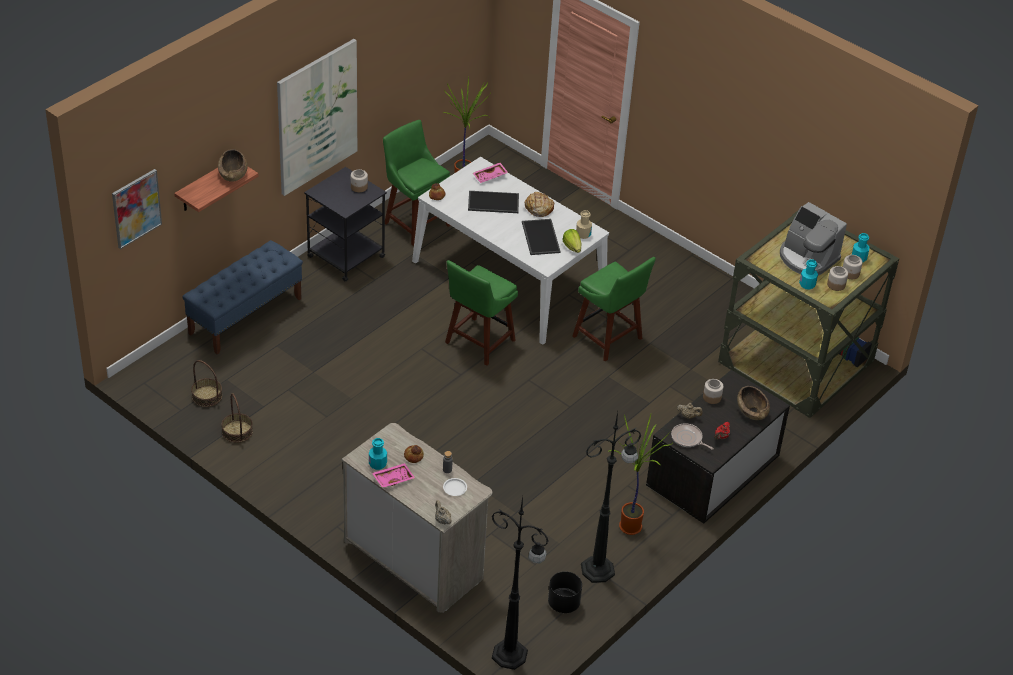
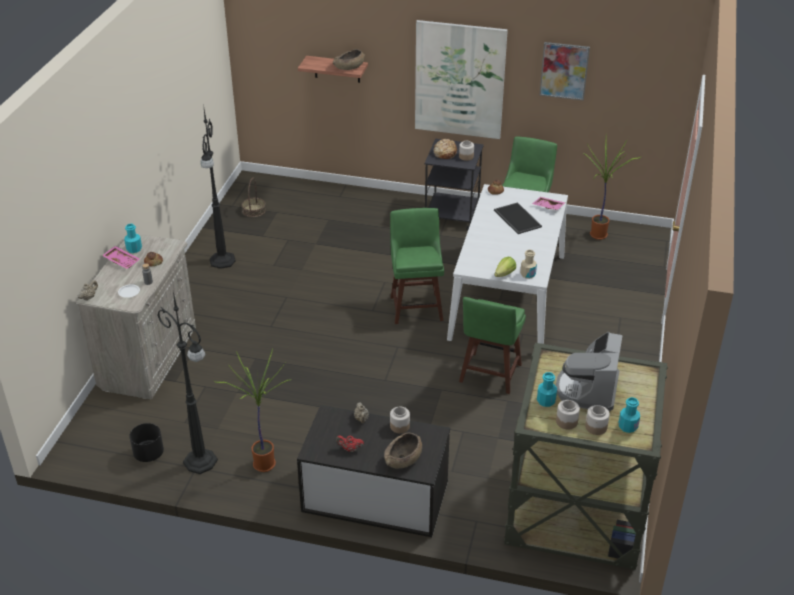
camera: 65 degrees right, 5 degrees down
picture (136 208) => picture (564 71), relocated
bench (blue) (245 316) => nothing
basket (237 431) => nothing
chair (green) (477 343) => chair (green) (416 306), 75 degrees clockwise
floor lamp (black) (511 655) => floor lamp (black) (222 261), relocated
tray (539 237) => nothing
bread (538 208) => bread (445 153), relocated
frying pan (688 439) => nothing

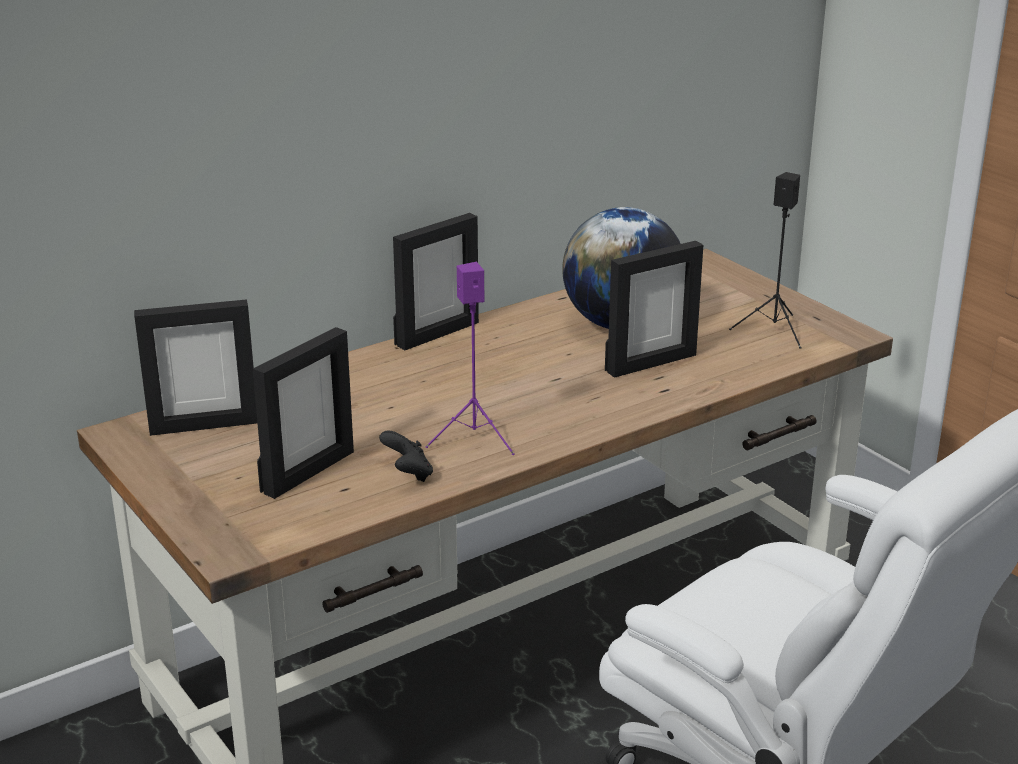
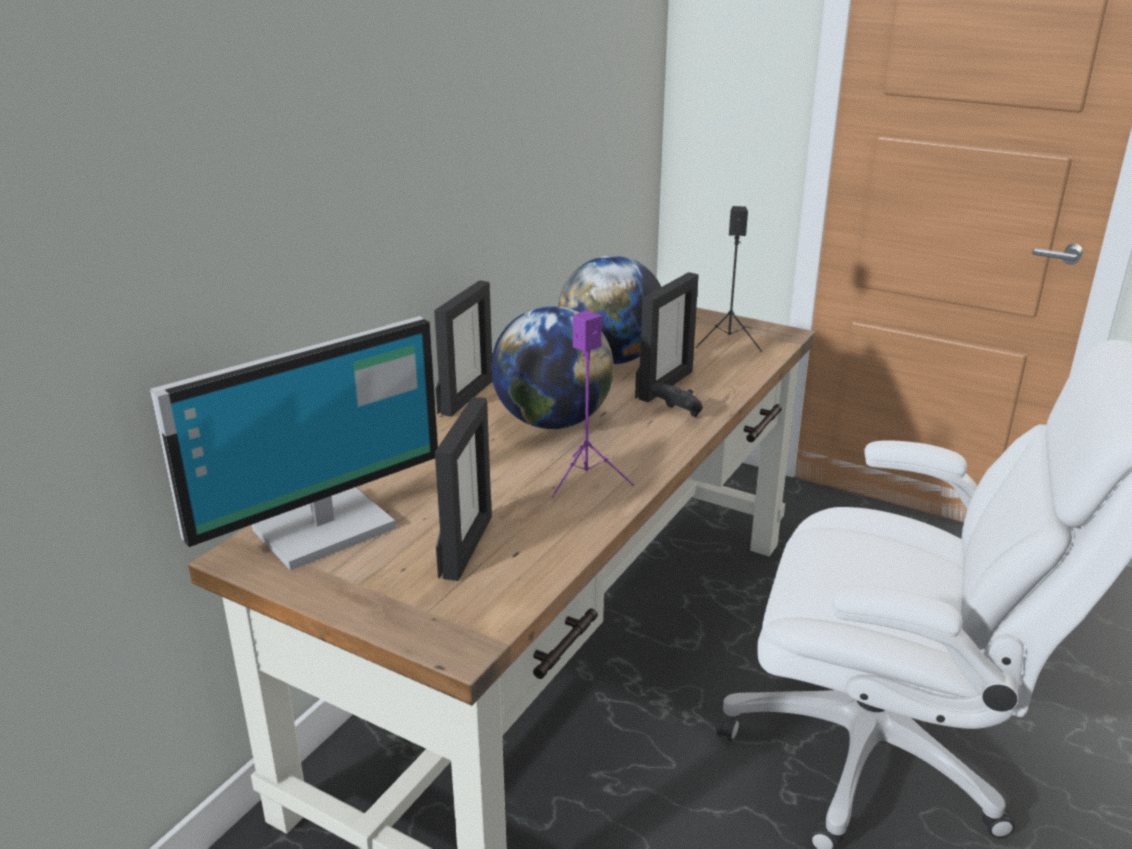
camera: 25 degrees left, 0 degrees up
picture frame (204 425) => monitor (321 526)
game controller (black) (408 474) => game controller (black) (678 414), relocated
nothing => globe (552 422)

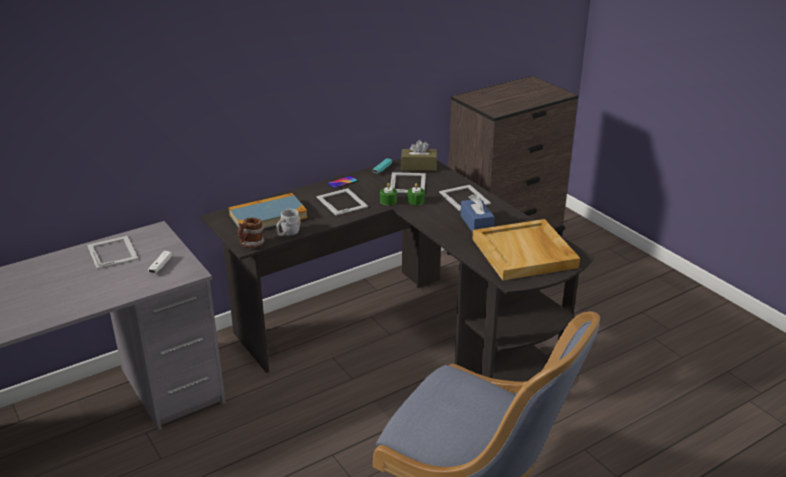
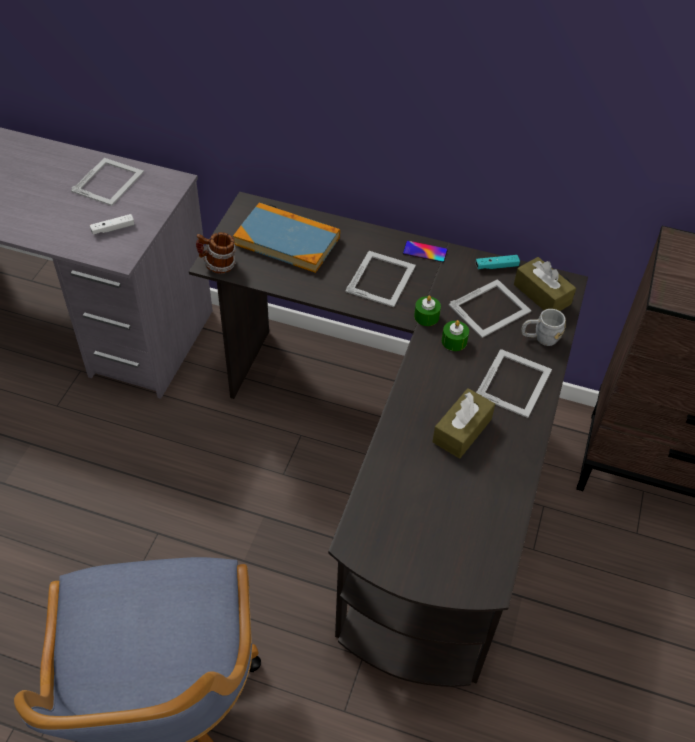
camera: 50 degrees right, 20 degrees up
mug (grey) (287 233) => mug (grey) (540 338), relocated
tissue box (blue) (476 223) => tissue box (brown) (462 430)
tray (beige) (525 253) => nothing

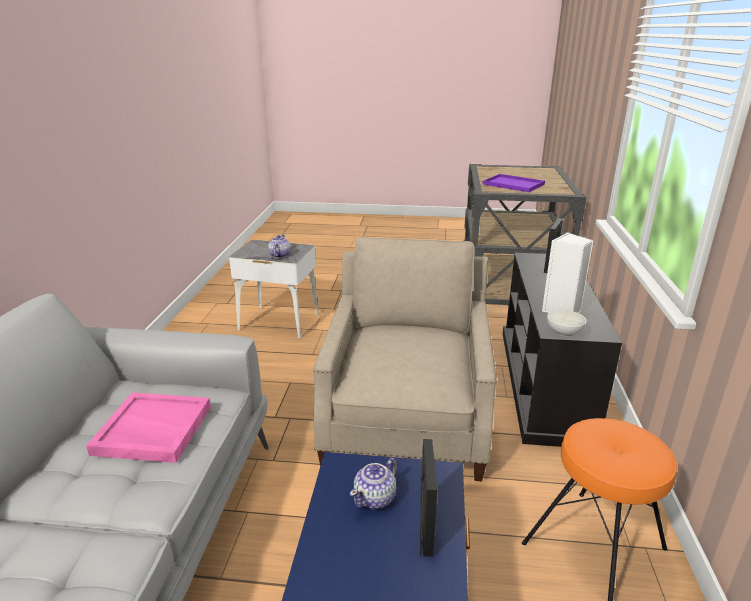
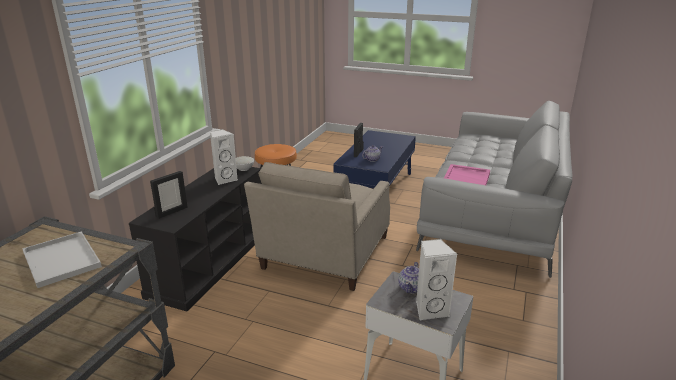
camera: 165 degrees left, 0 degrees up
tray (purple) (512 184) => tray (white) (63 260)
nothing => speaker (white) (430 310)

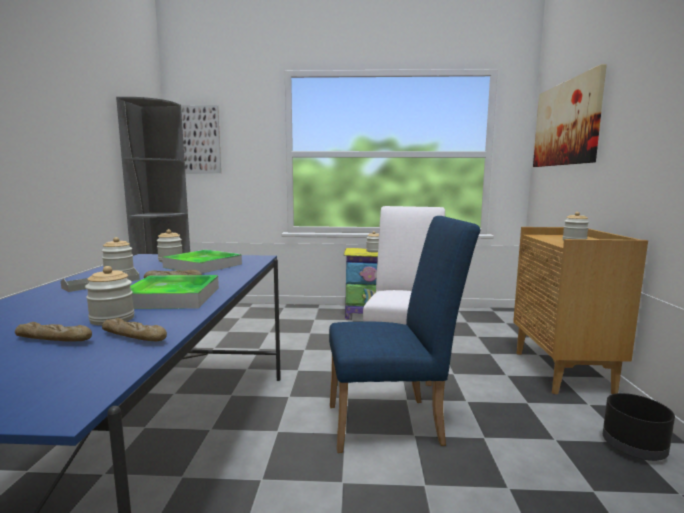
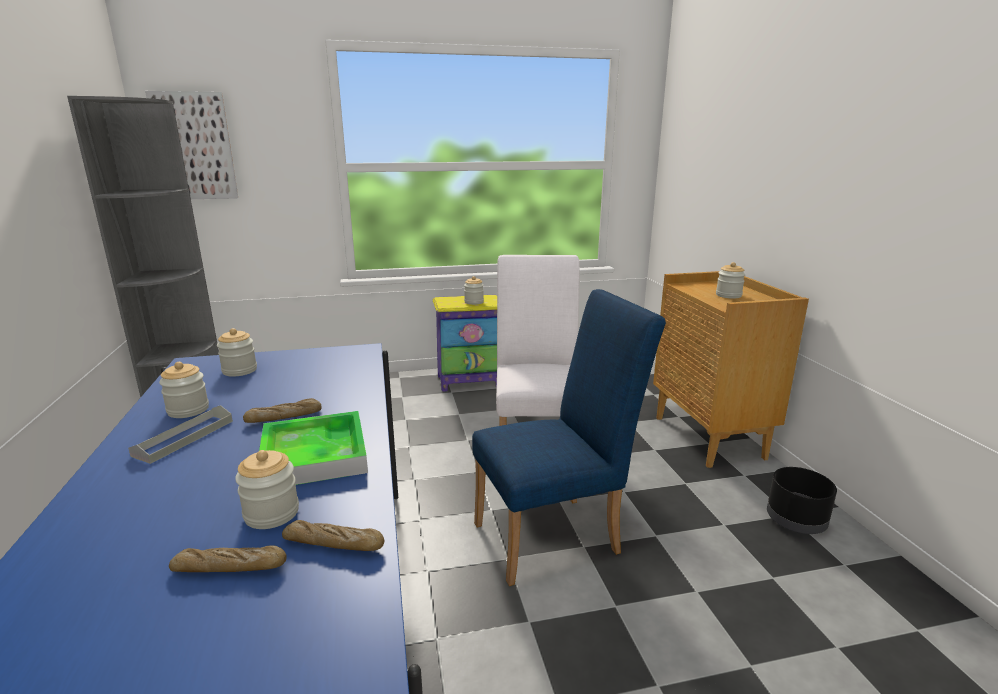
camera: 15 degrees left, 10 degrees up
tray (203 266) => nothing
picture (566 123) => nothing

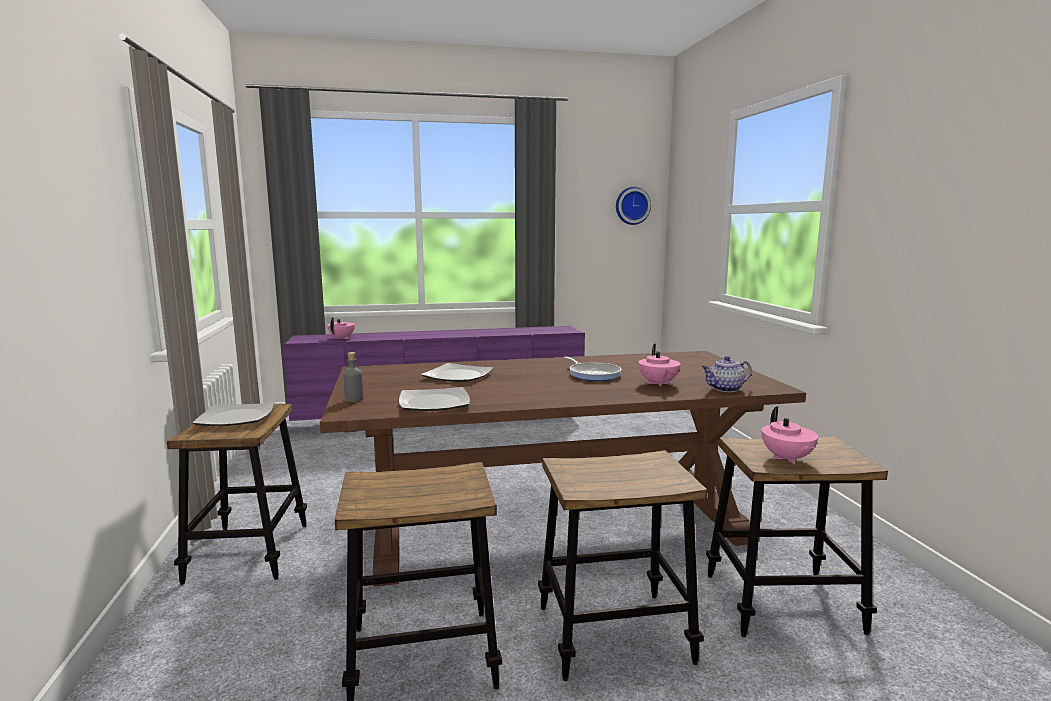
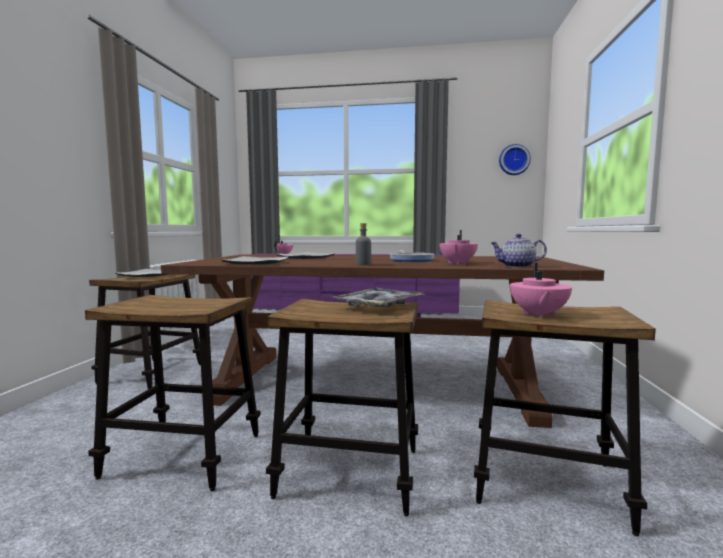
camera: 20 degrees right, 5 degrees down
bottle (grey) (354 399) => bottle (grey) (363 264), relocated
nothing => tray (378 305)

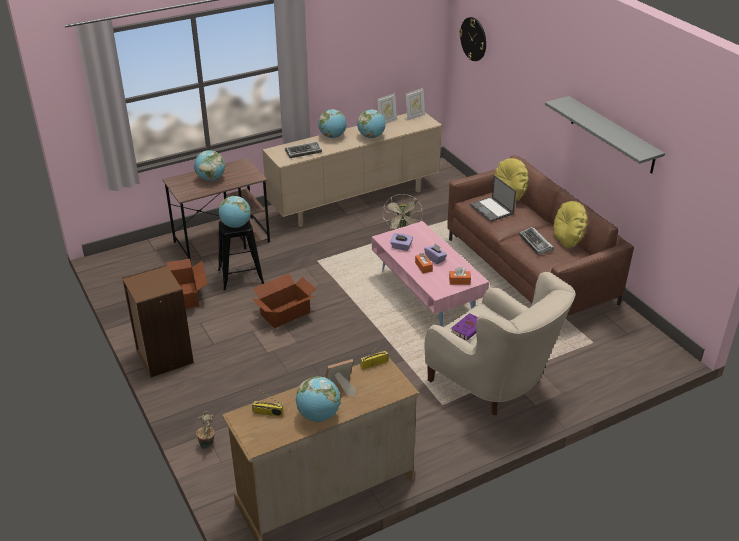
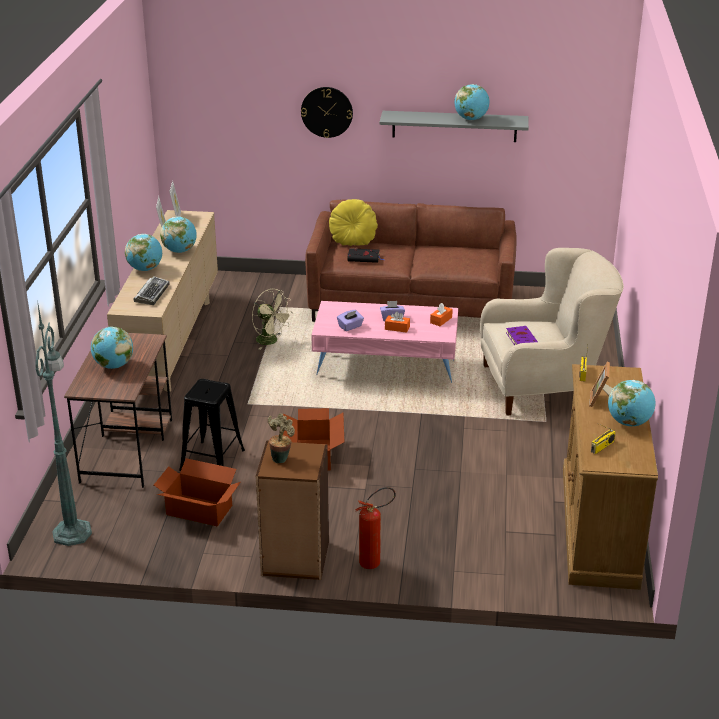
camera: 55 degrees left, 5 degrees down
potted plant (208 444) => potted plant (281 458), relocated
globe (236 225) => globe (471 119), relocated
wall clock (473 39) => wall clock (327 112), relocated
laptop (492 209) => book (black) (364 258)
keyboard (536 244) => nothing
pillow (yellow) (567 241) => nothing
nothing => floor lamp (green) (73 531)
nothing => fire extinguisher (375 562)

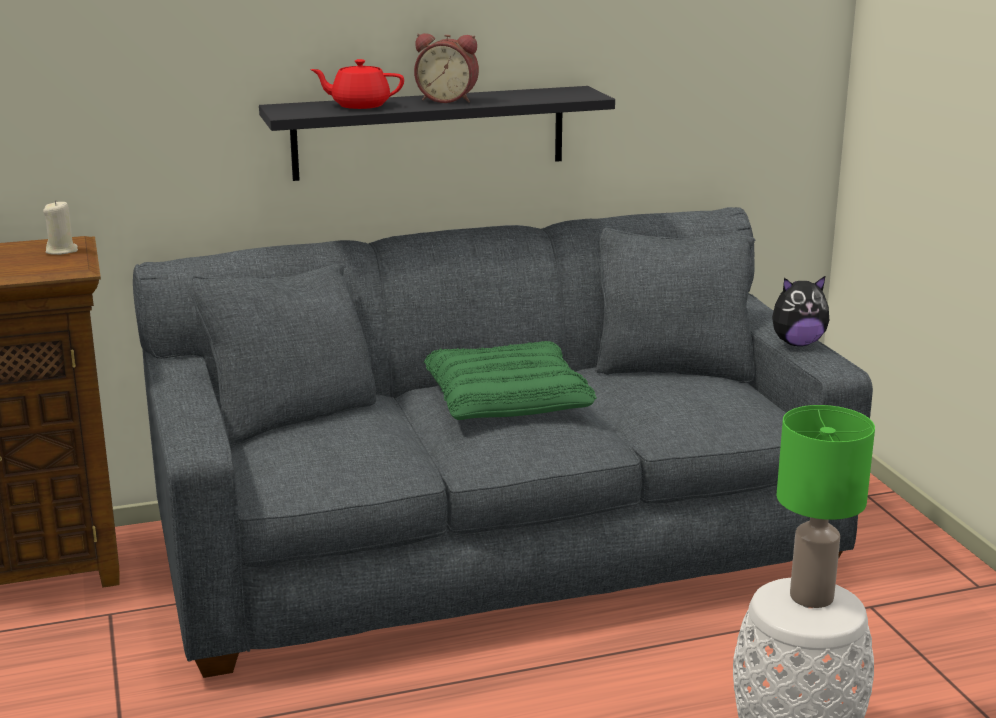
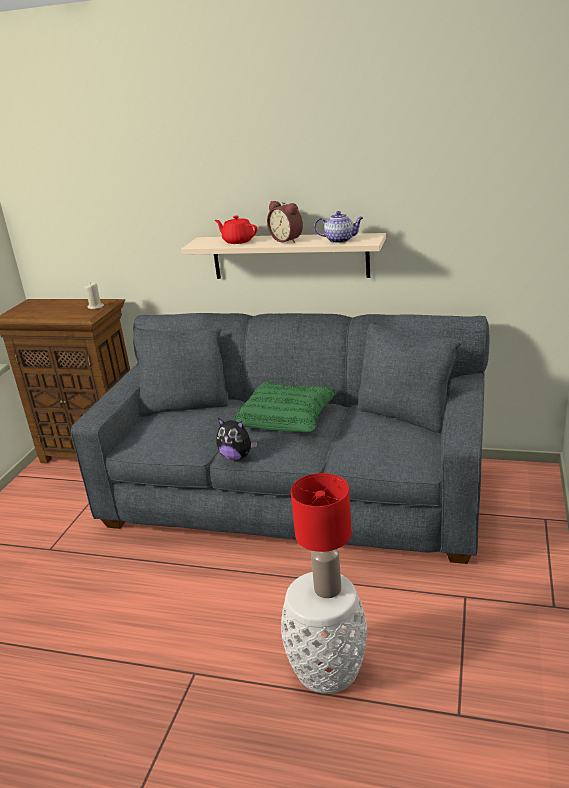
camera: 35 degrees right, 5 degrees up
shelf (black) (429 132) => shelf (beige) (289 256)
plush toy (797 343) => plush toy (237 457), relocated
table lamp (green) (810 597) => table lamp (red) (326 589)
nothing => teapot (340 240)

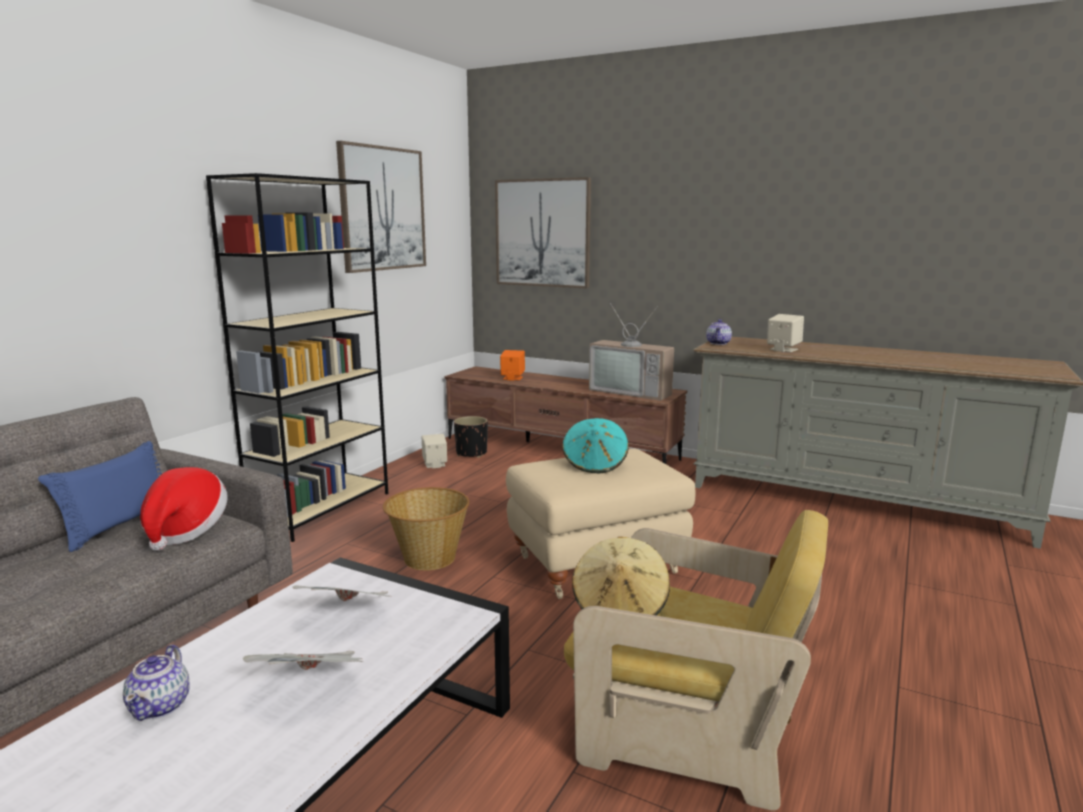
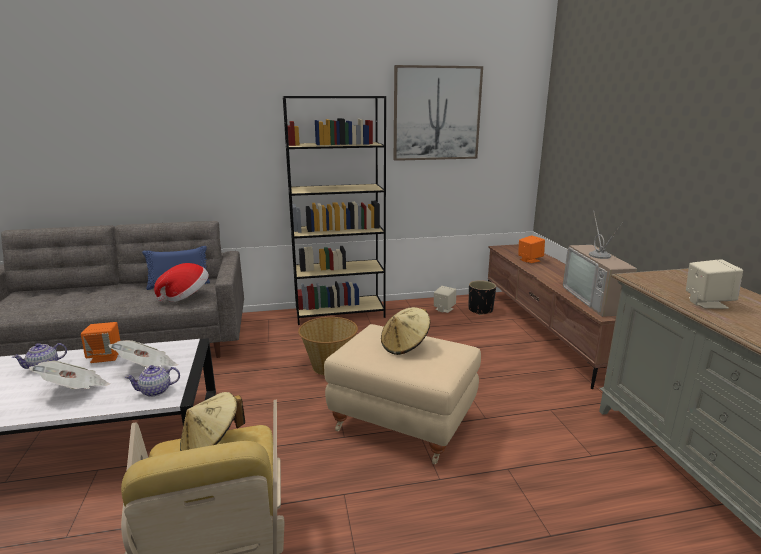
camera: 50 degrees right, 5 degrees up
picture (542 233) => nothing
hat (turquoise) (595 464) => hat (beige) (405 345)
teapot (718 343) => teapot (156 391), relocated
nothing => speaker (orange) (105 356)

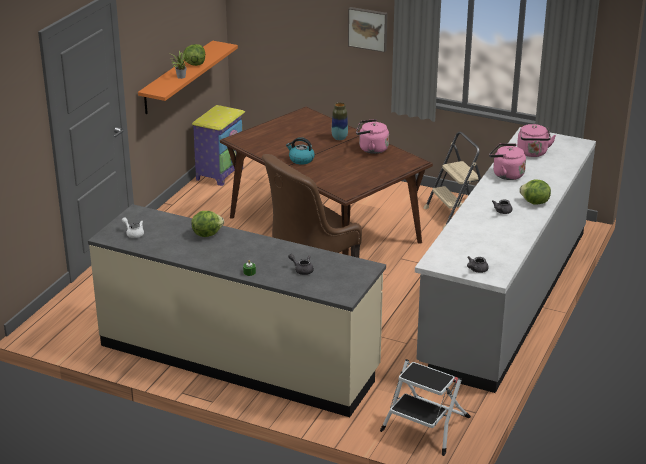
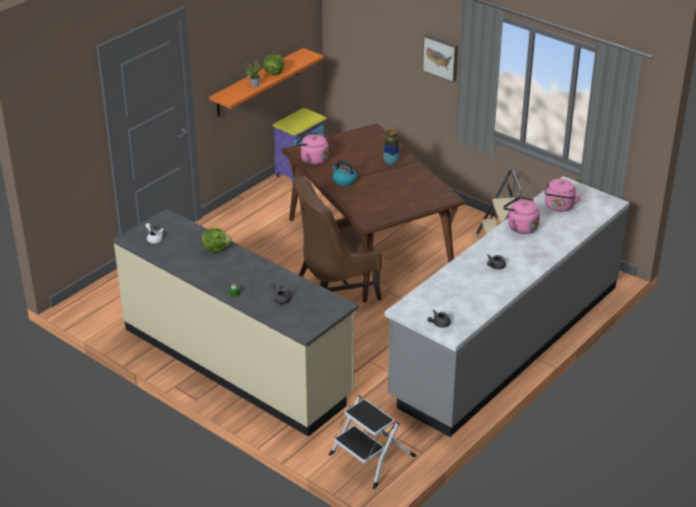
camera: 15 degrees right, 5 degrees up
kettle (pink) (371 149) => kettle (pink) (312 160), relocated
lettuce (534 203) => nothing

